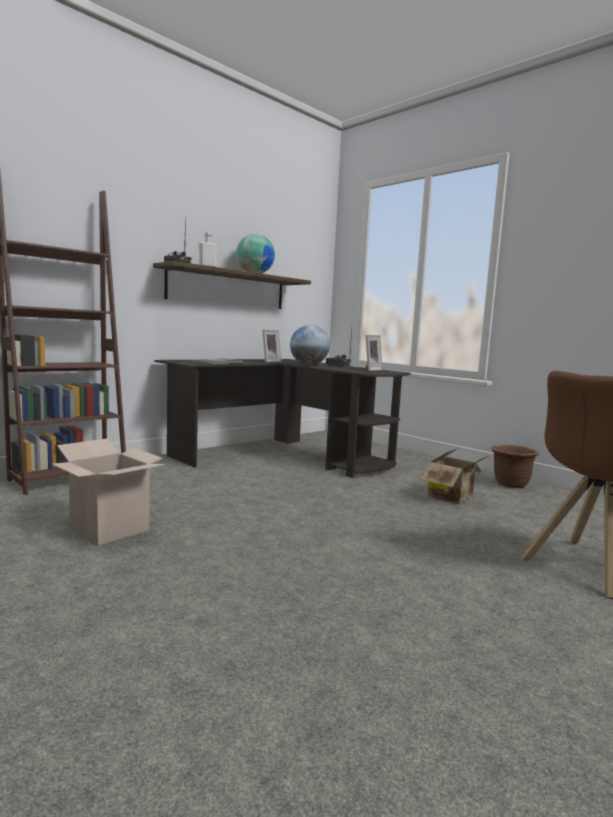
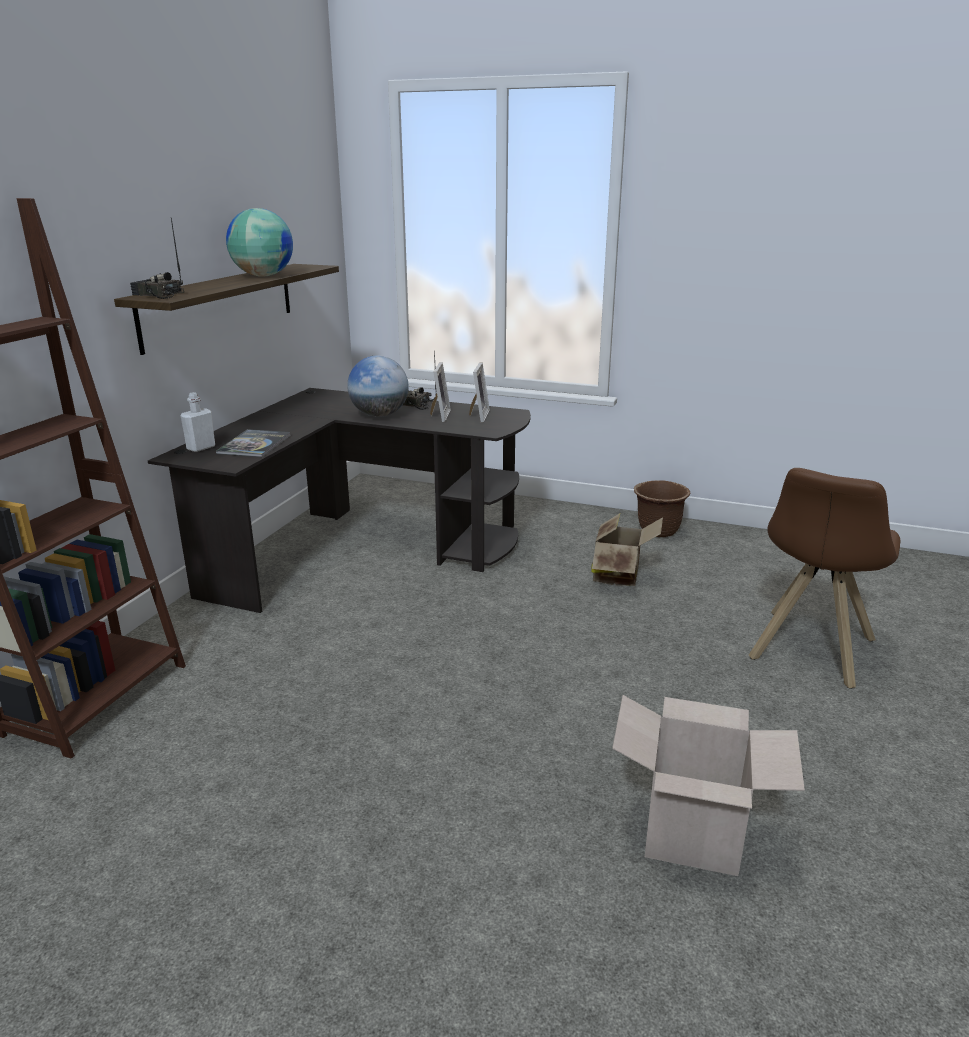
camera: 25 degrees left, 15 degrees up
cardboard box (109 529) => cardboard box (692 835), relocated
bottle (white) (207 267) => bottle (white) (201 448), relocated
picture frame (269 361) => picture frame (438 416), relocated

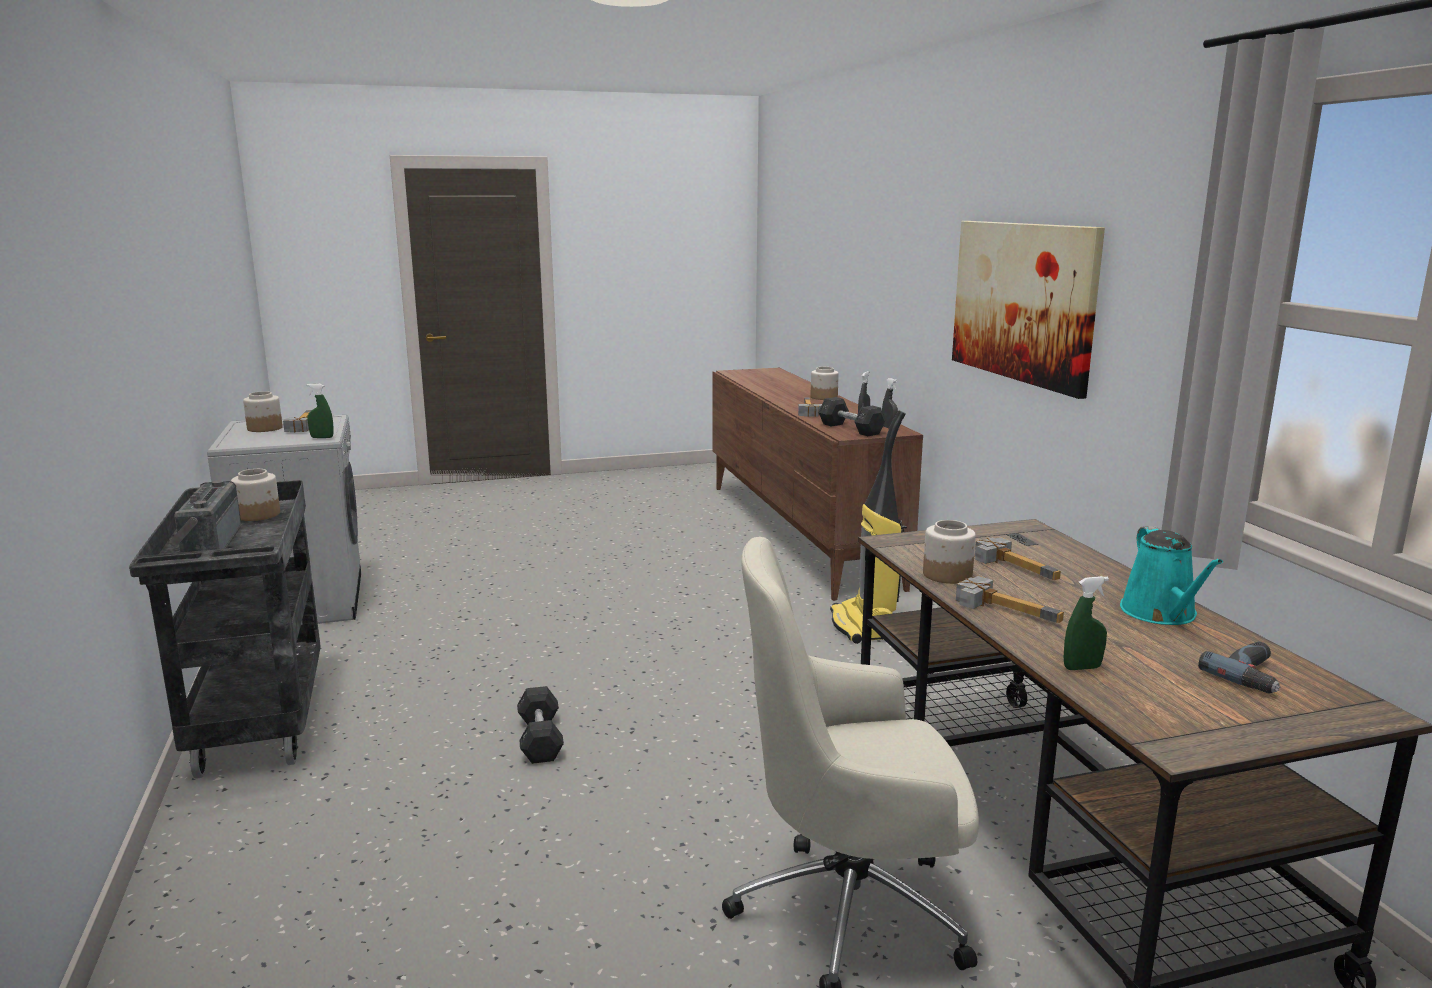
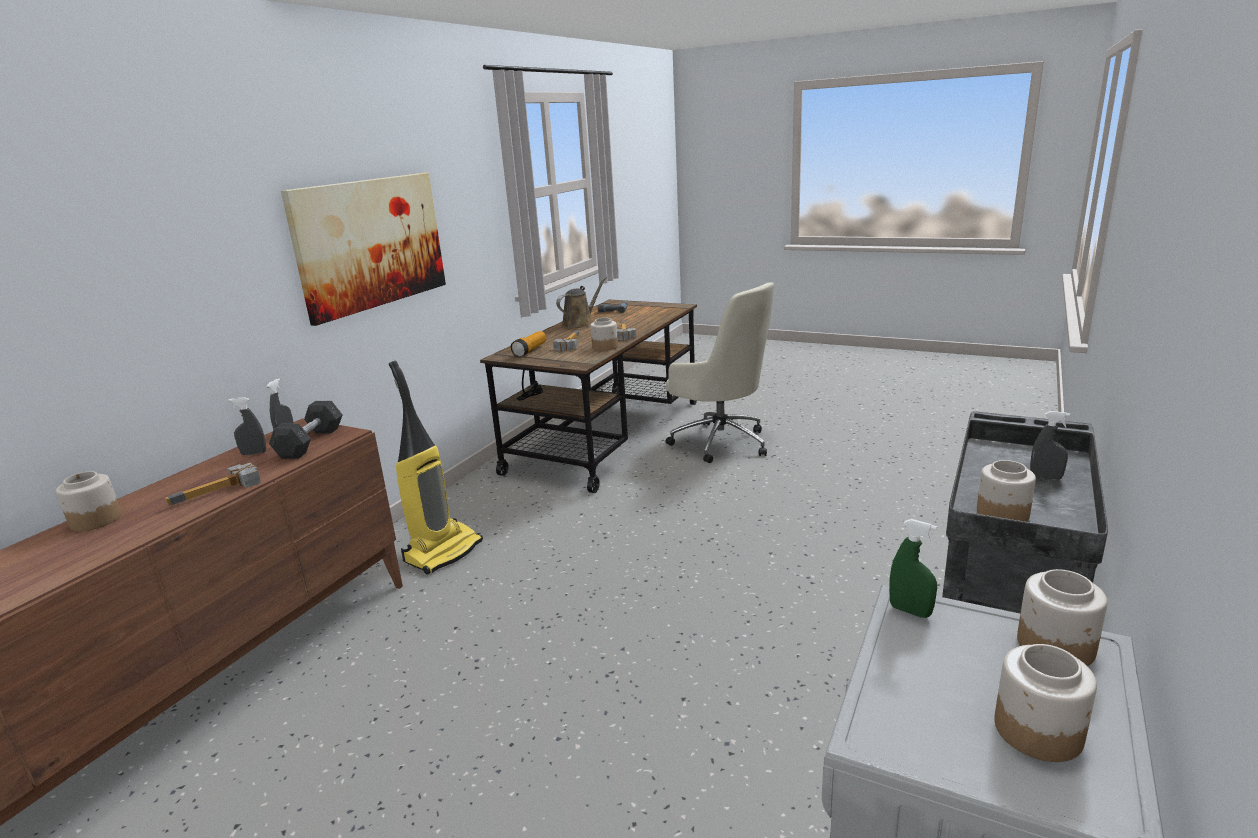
camera: 135 degrees left, 5 degrees up
radio (206 545) => spray bottle (grey) (1045 477)
hammer (300 425) => nothing
dumbbell (grey) (540 739) => nothing
spray bottle (green) (1082 668) => nothing
watering can (turquoise) (1161 614) => watering can (brown) (580 323)
nothing => flashlight (530 351)
nothing => jar (1056 646)

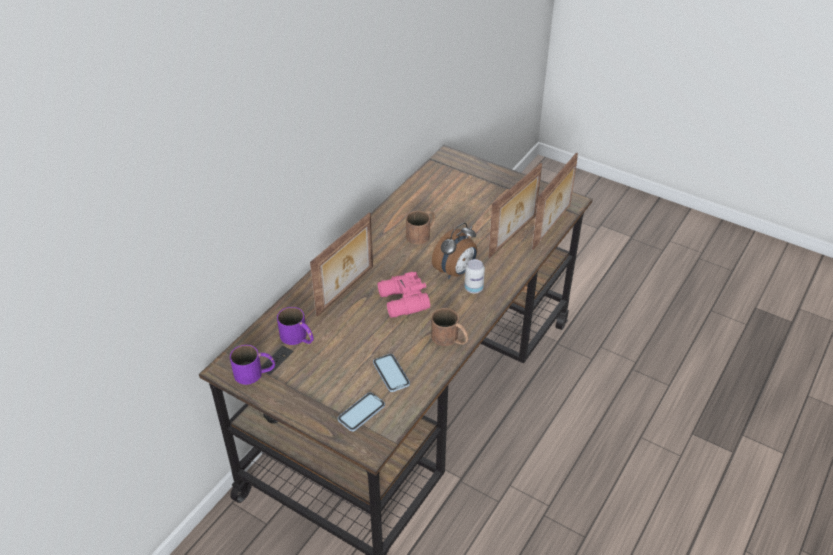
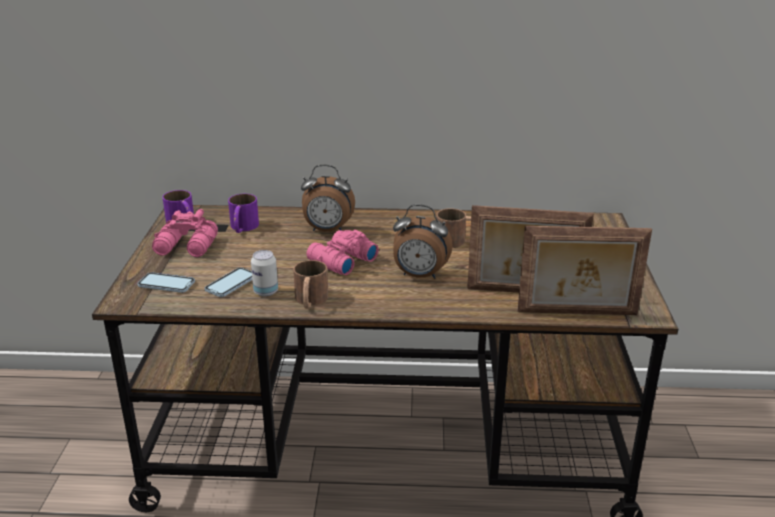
camera: 60 degrees right, 15 degrees down
picture frame (346 291) => alarm clock (327 230)
can (473 288) => can (266 292), relocated
nothing => binoculars (pink) (187 247)

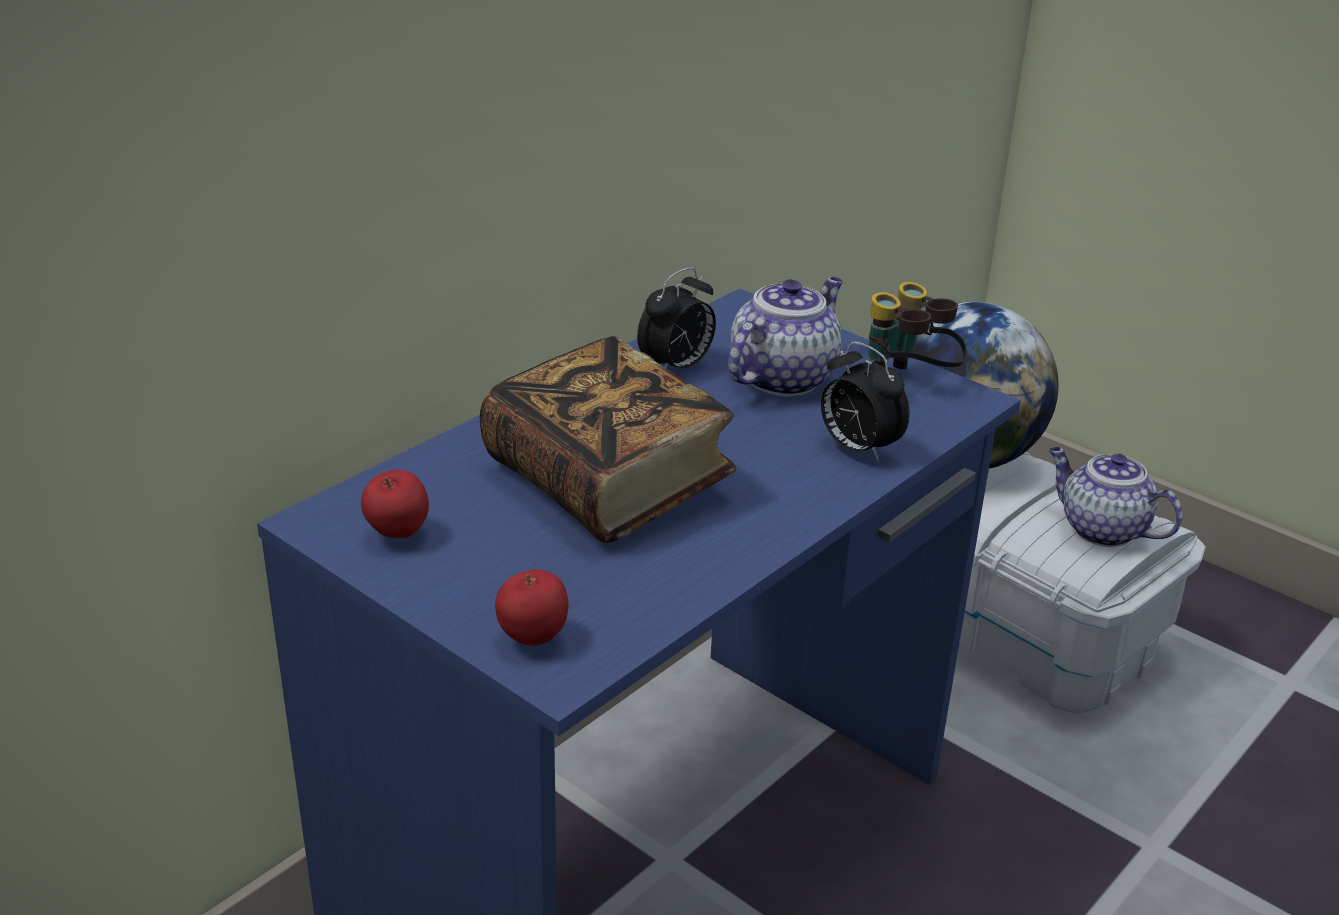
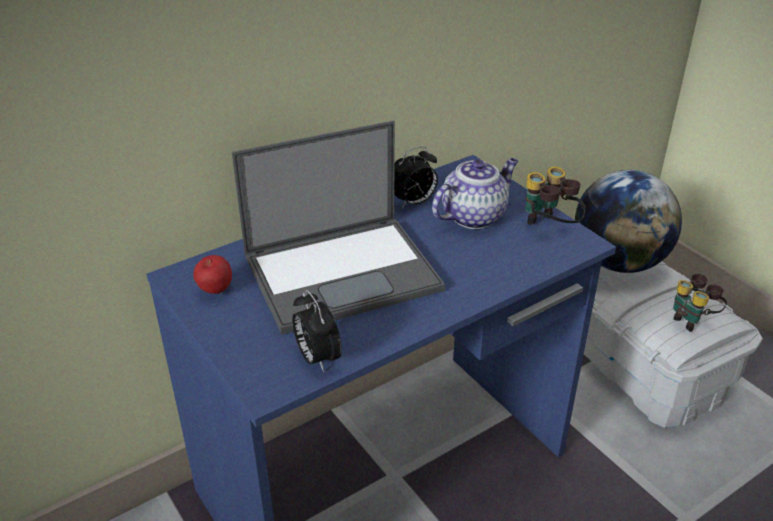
camera: 15 degrees right, 5 degrees up
book (607 481) => laptop (344 272)
apple (532 638) => nothing
alarm clock (857 449) => alarm clock (317 358), relocated
teapot (1101 529) => binoculars (692 320)

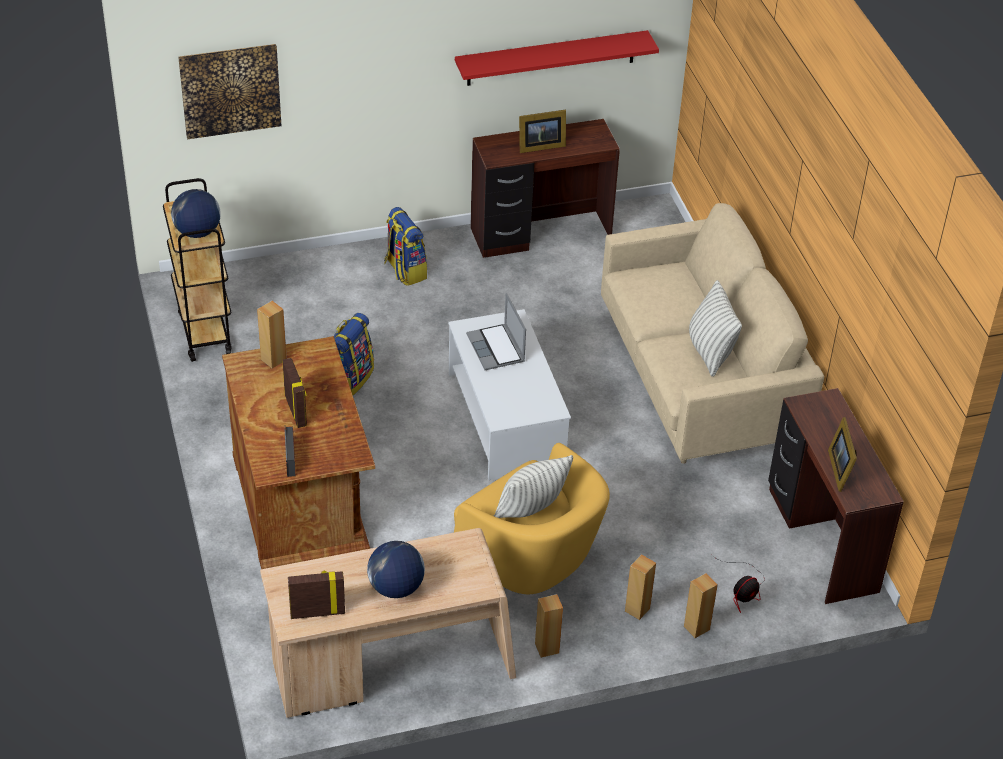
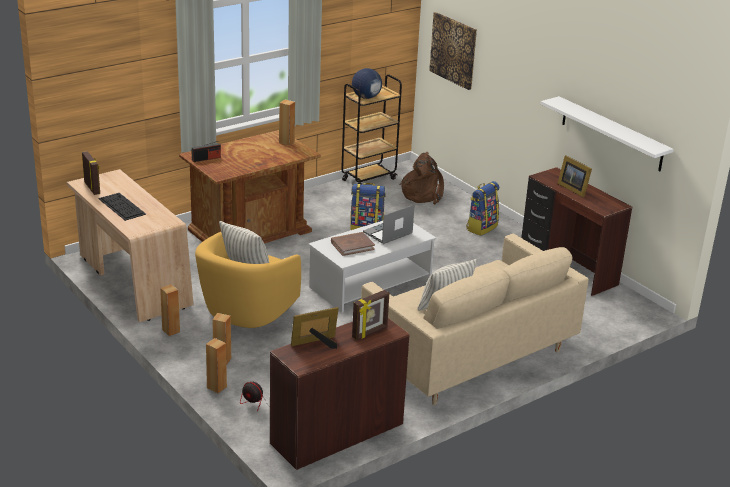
camera: 70 degrees right, 15 degrees down
picture frame (296 410) => picture frame (370 332), relocated
globe (396 588) => keyboard (121 206)
shelf (red) (551 58) => shelf (white) (611 134)
nothing => book (brown) (352 246)
nothing => backpack (brown) (423 194)

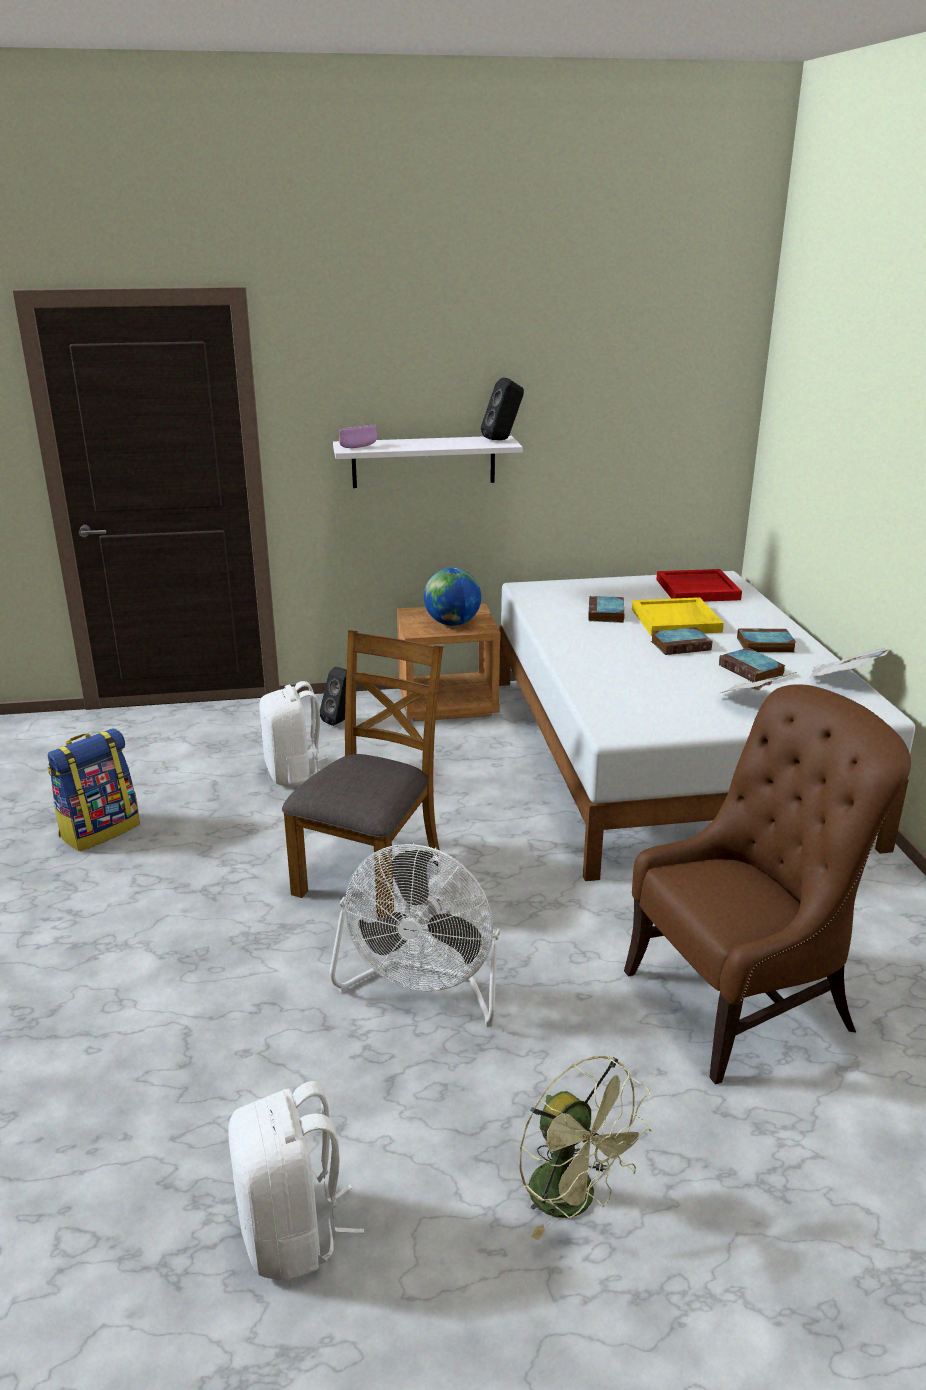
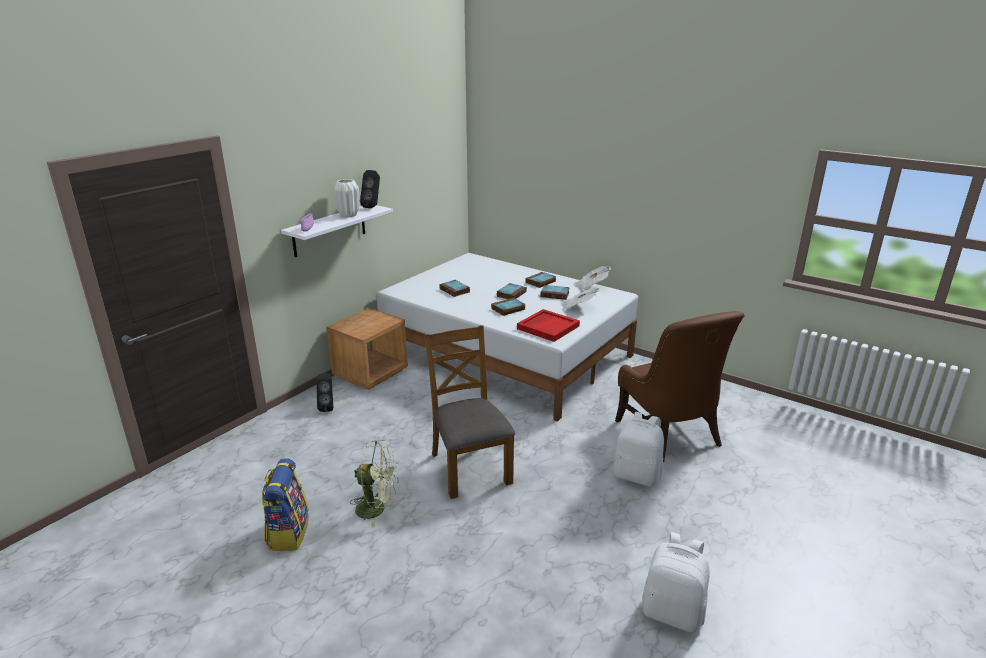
camera: 45 degrees left, 0 degrees up
backpack (white) (294 773) => backpack (white) (637 475), relocated
fan (white) (419 985) => nothing
globe (452 623) => nothing
fan (green) (574 1200) => fan (green) (377 509), relocated
chair (brown) (741 1001) => chair (brown) (669 433), 135 degrees clockwise
tray (yellow) (676 621) => nothing
tray (red) (698 589) => tray (red) (548 327), relocated
nothing => vase (white) (348 215)
nothing => book (508 309)

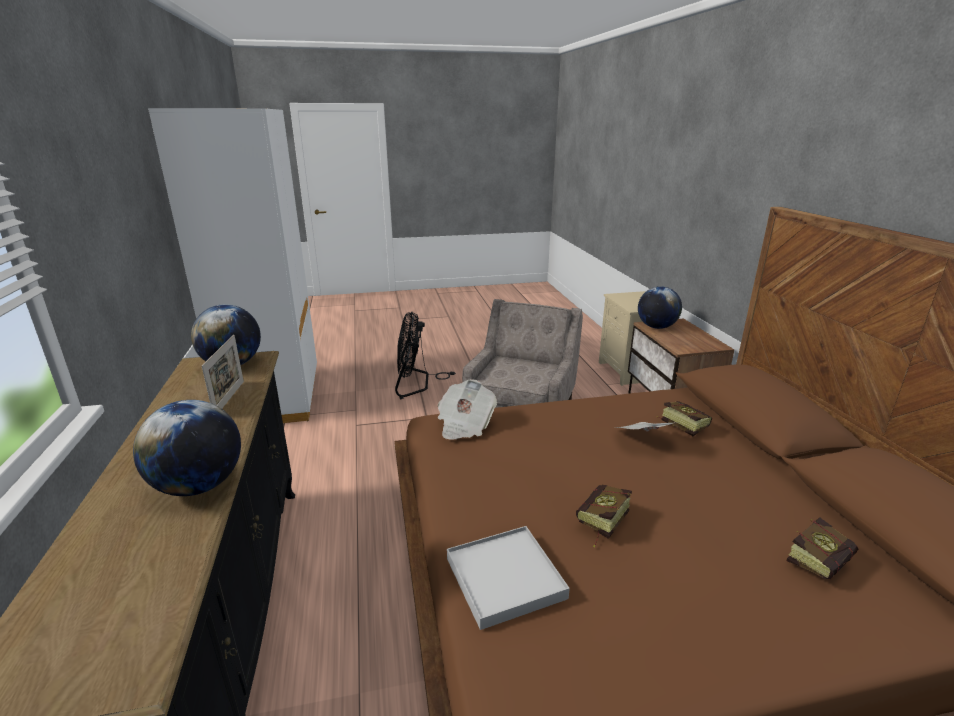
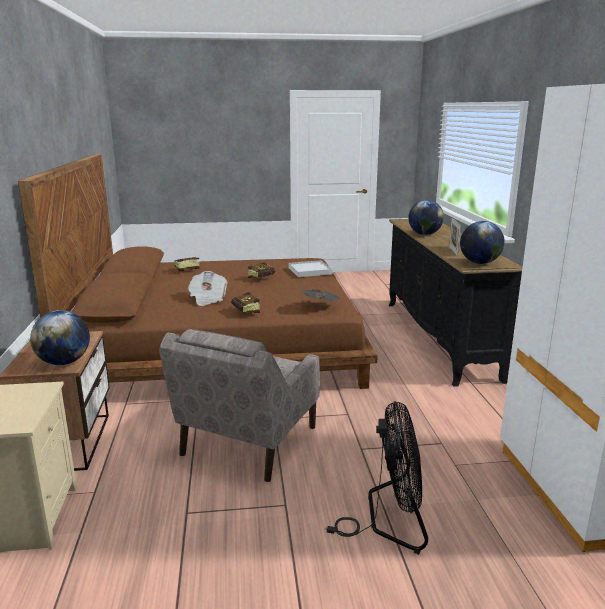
camera: 175 degrees left, 5 degrees down
book (680 425) => book (247 314), relocated

